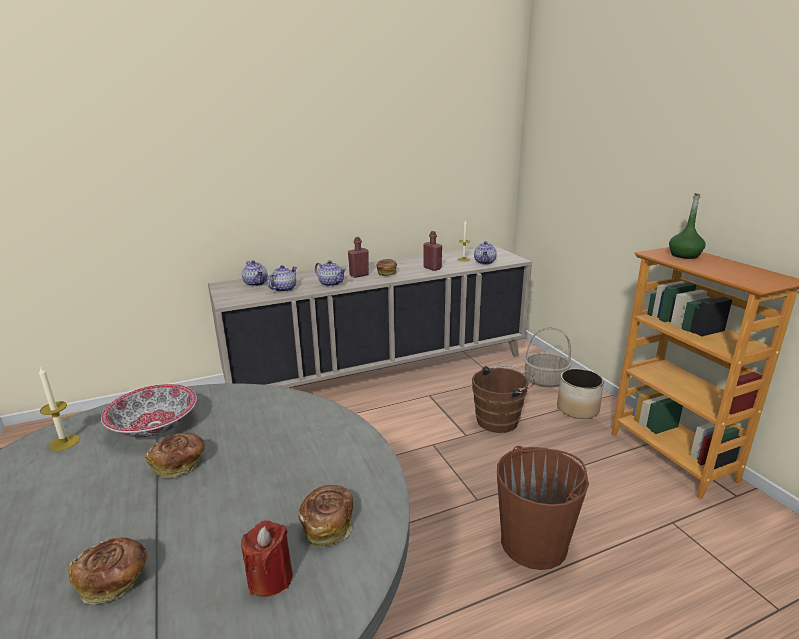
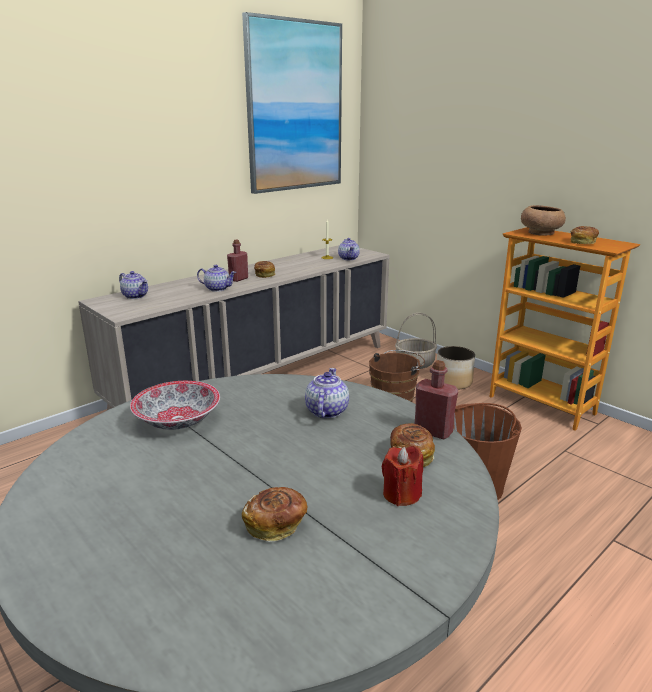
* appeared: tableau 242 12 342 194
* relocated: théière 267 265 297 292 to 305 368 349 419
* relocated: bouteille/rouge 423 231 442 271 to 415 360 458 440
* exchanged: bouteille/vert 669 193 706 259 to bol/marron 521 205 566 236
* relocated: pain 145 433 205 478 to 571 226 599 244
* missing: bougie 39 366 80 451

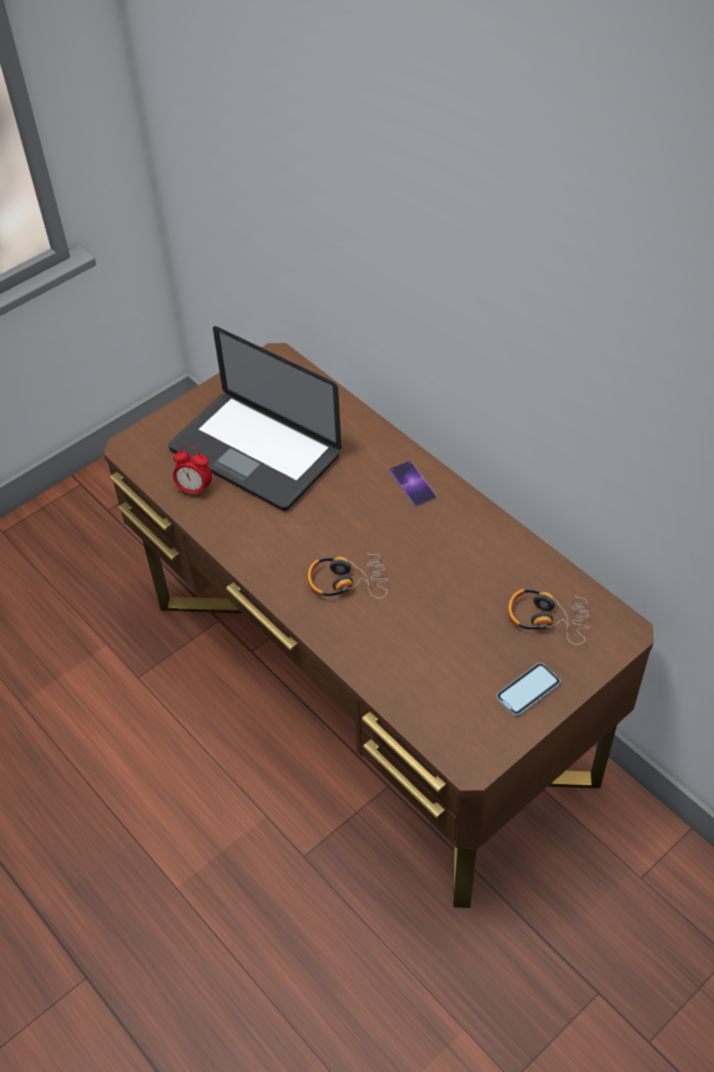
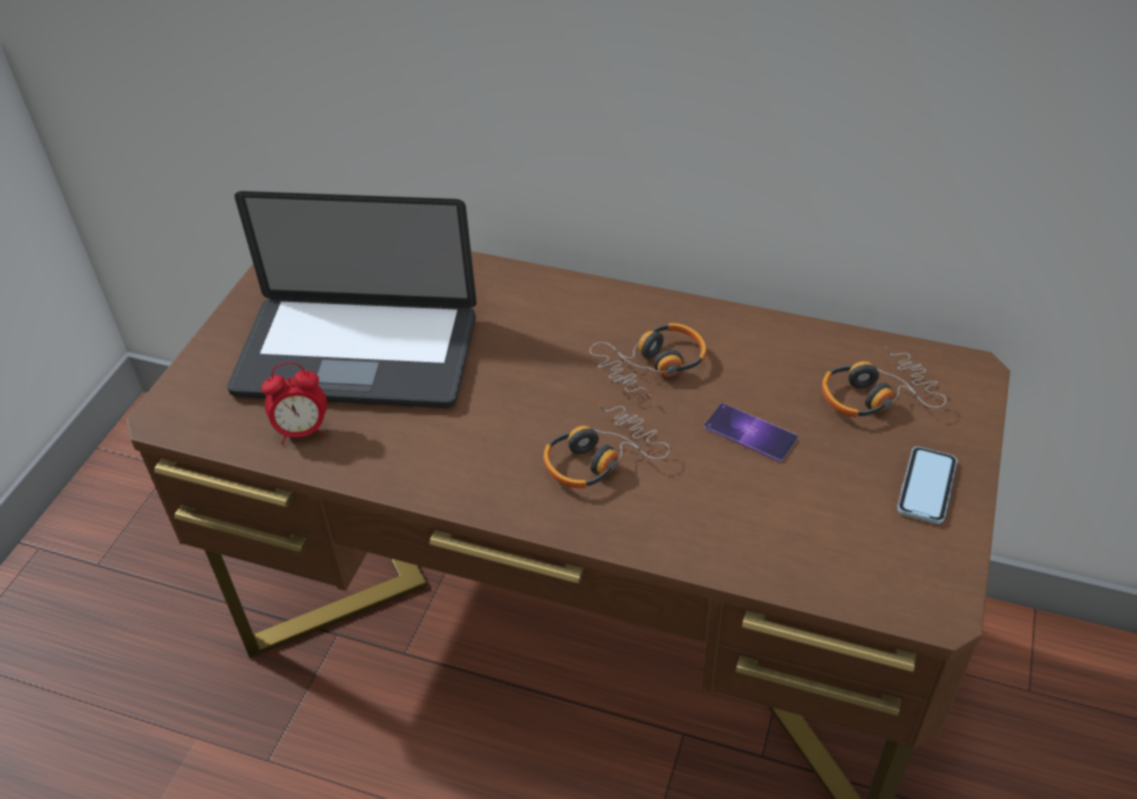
* appeared: casque audio 590 323 706 397
* relocated: téléphone 389 461 436 507 to 704 403 798 462

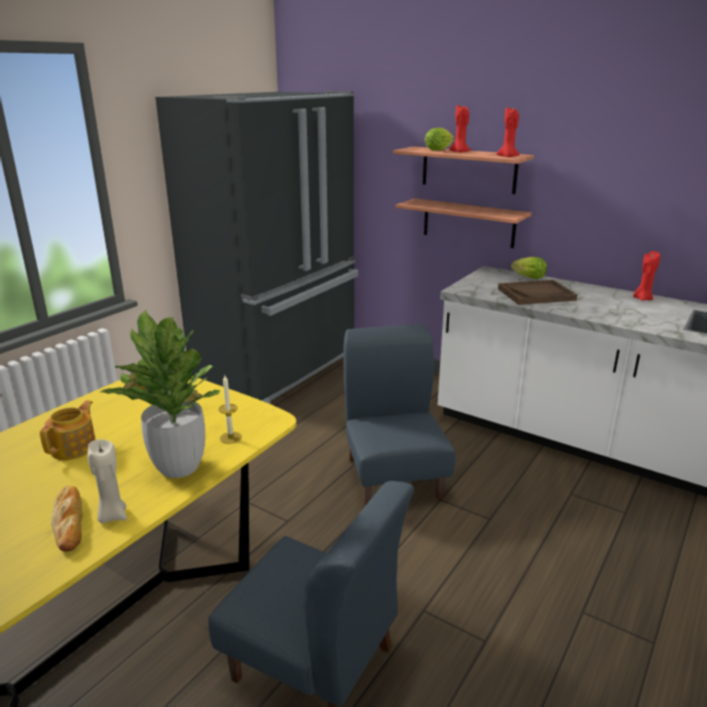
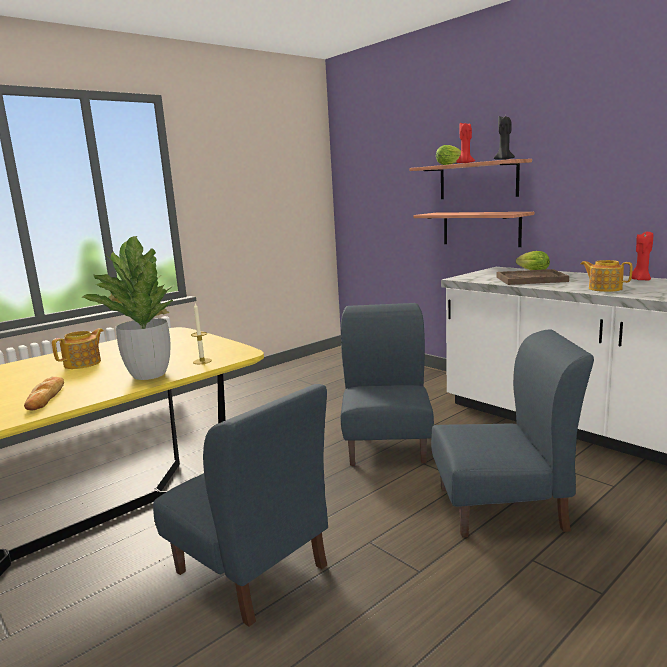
* appeared: chaise/bleu 431 329 594 538
* colour: bougie/rouge 497 107 520 157 to bougie/noir 494 116 515 160
* appeared: théière 580 260 632 292
* missing: bougie/beige 87 439 127 524
* missing: réfrigérateur/noir 155 91 358 404

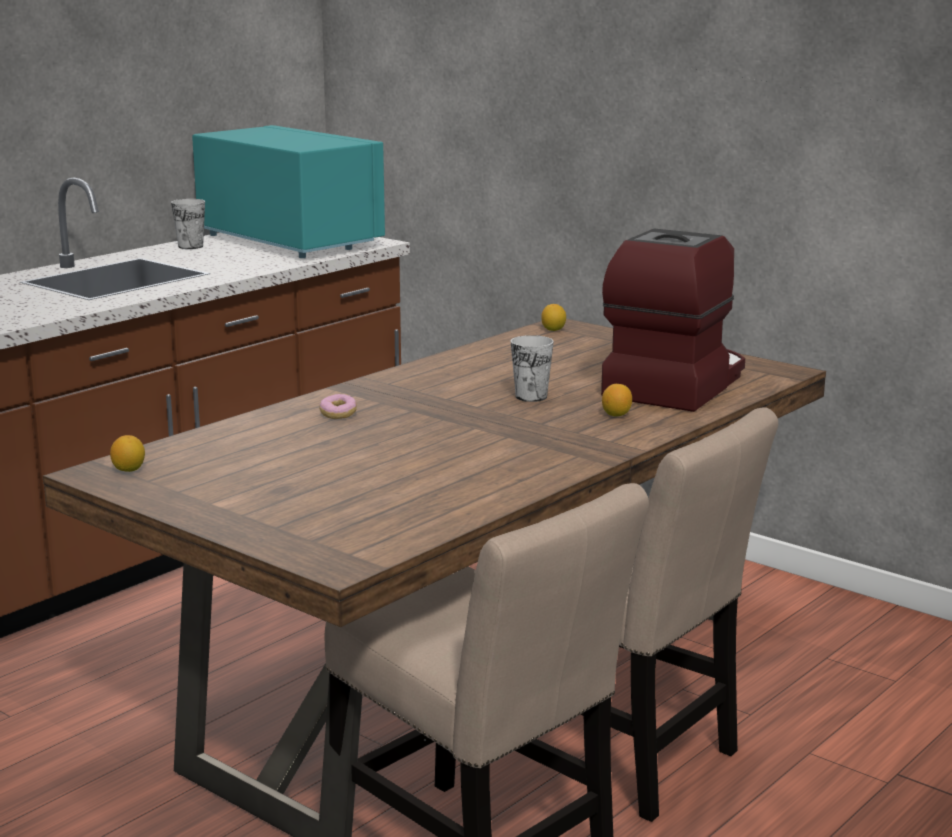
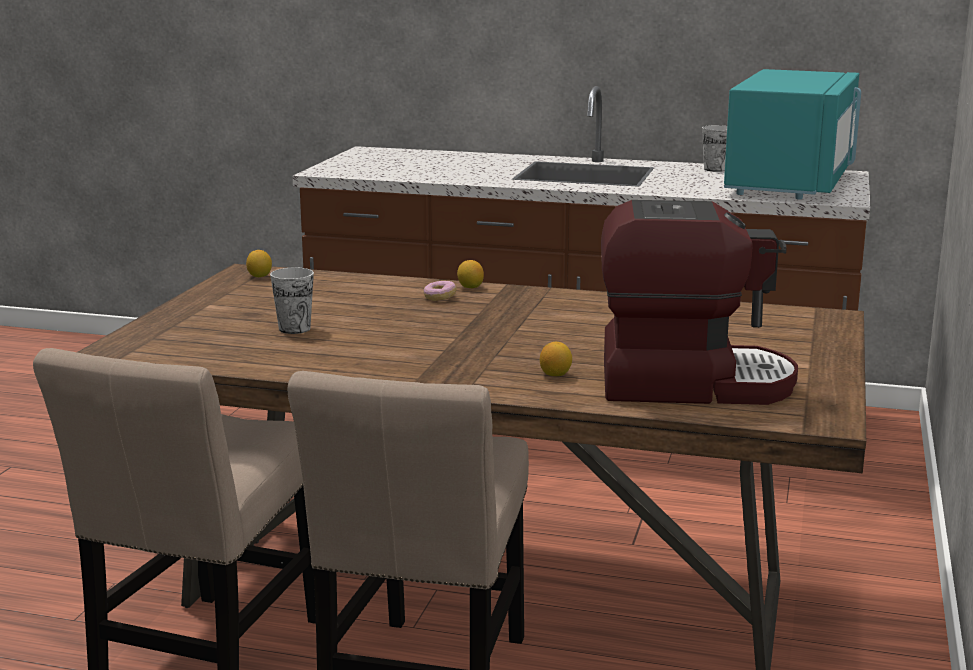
* relocated: tasse 511 335 554 402 to 270 268 314 334
* relocated: citron 541 304 566 331 to 457 260 484 288

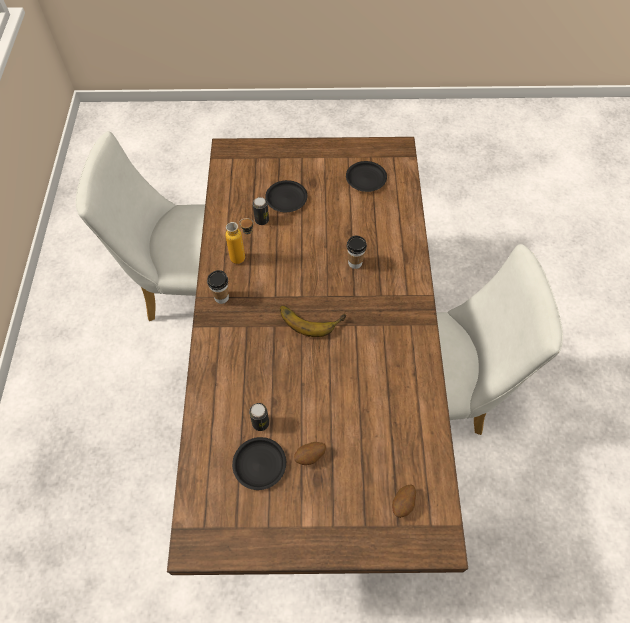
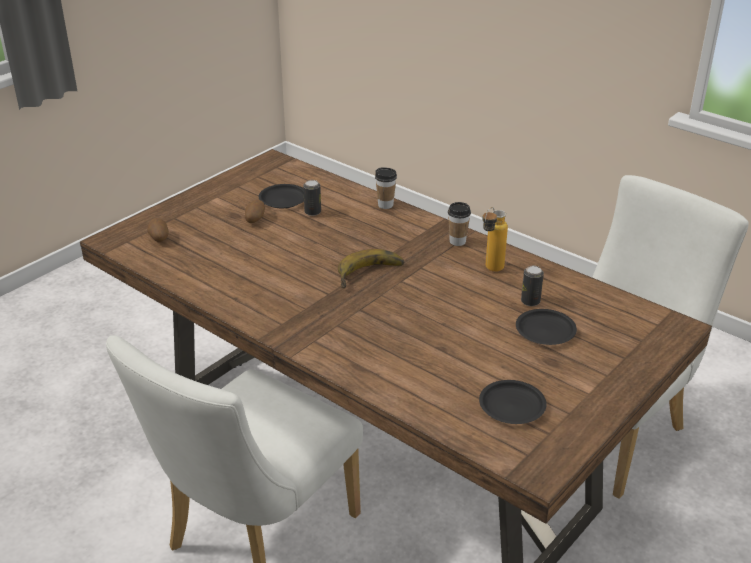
* relocated: tasse 347 236 367 269 to 375 167 397 209

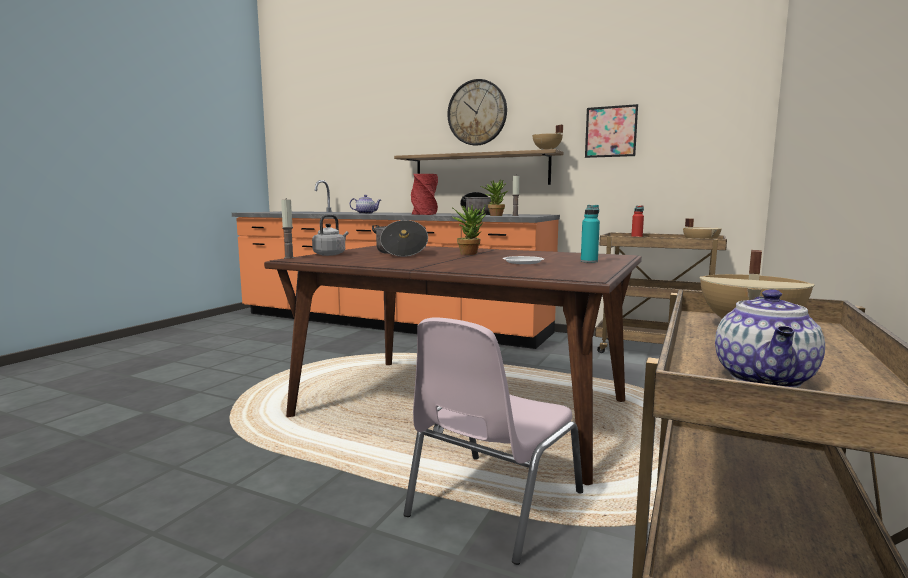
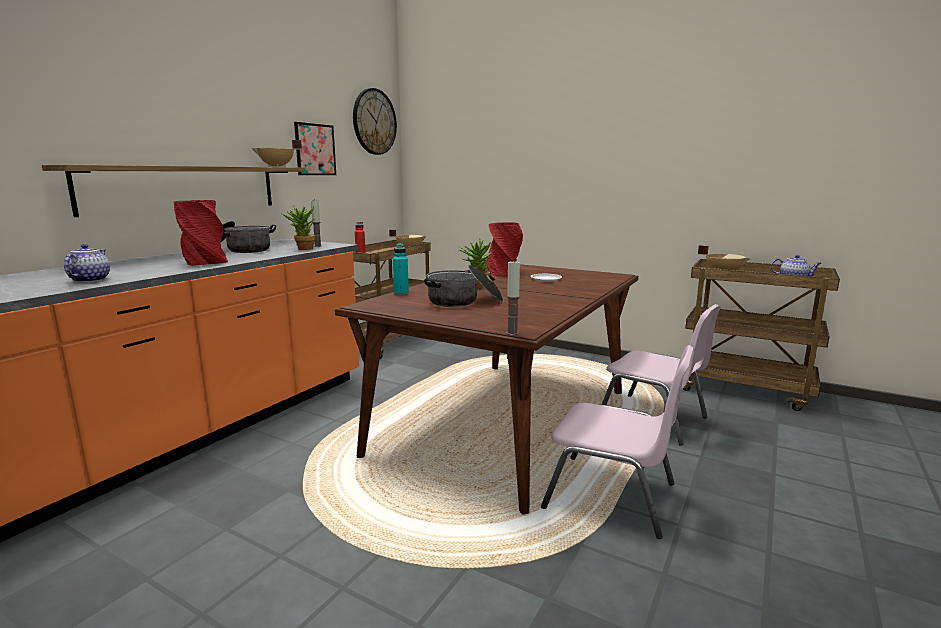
* relocated: horloge murale 447 79 507 145 to 353 88 397 155
* relocated: bouteille/turquoise 581 205 600 263 to 393 243 409 295
* appeared: vase/rouge 487 222 523 277
* appeared: chaise/rose 541 345 694 539
* missing: bouilloire/gris 312 214 348 256

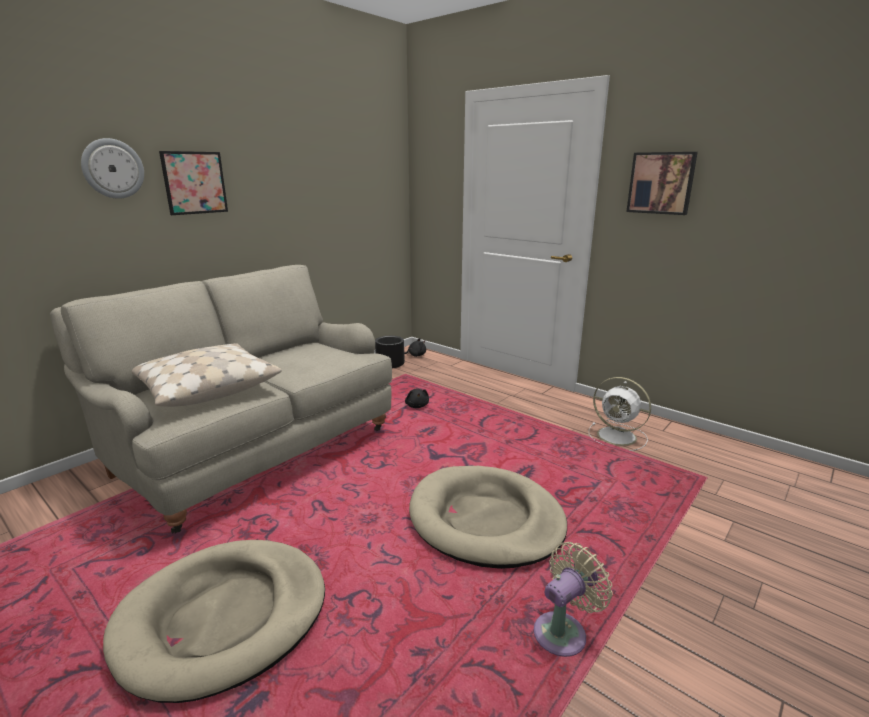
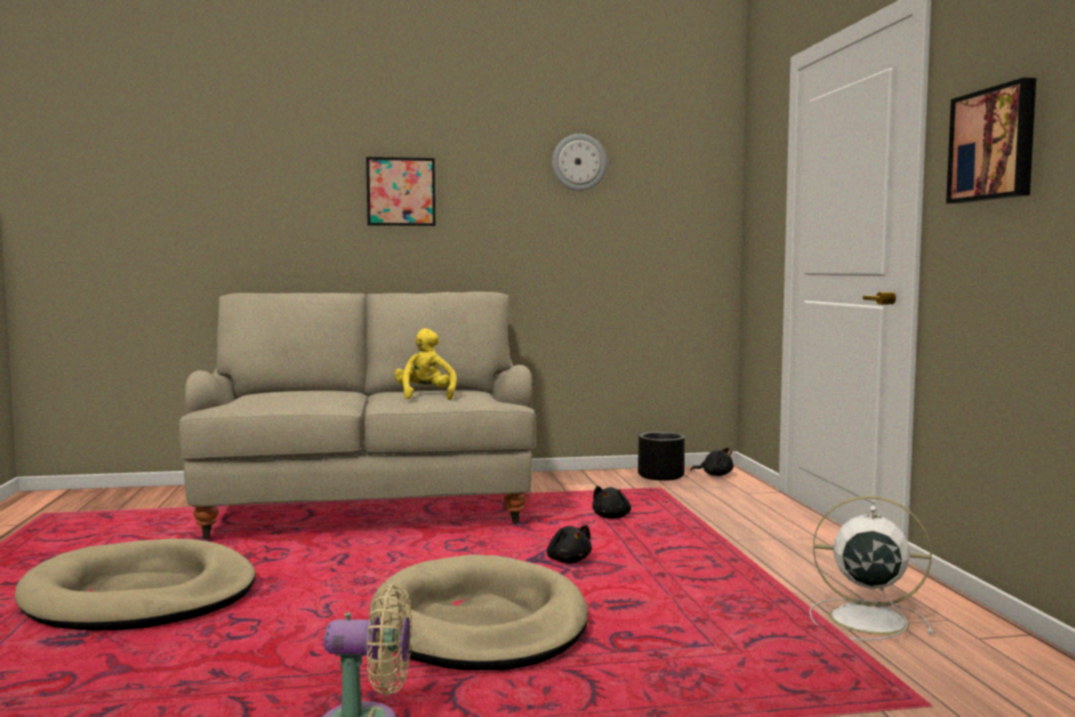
* appeared: peluche/jaune 394 328 457 400
* appeared: peluche/noir 547 525 592 563
* relocated: horloge murale 81 138 144 199 to 552 134 607 191
* spun: ventilateur/blanc 589 377 651 451 = 809 496 934 641 120 degrees clockwise
* missing: coussin/beige 132 343 282 407

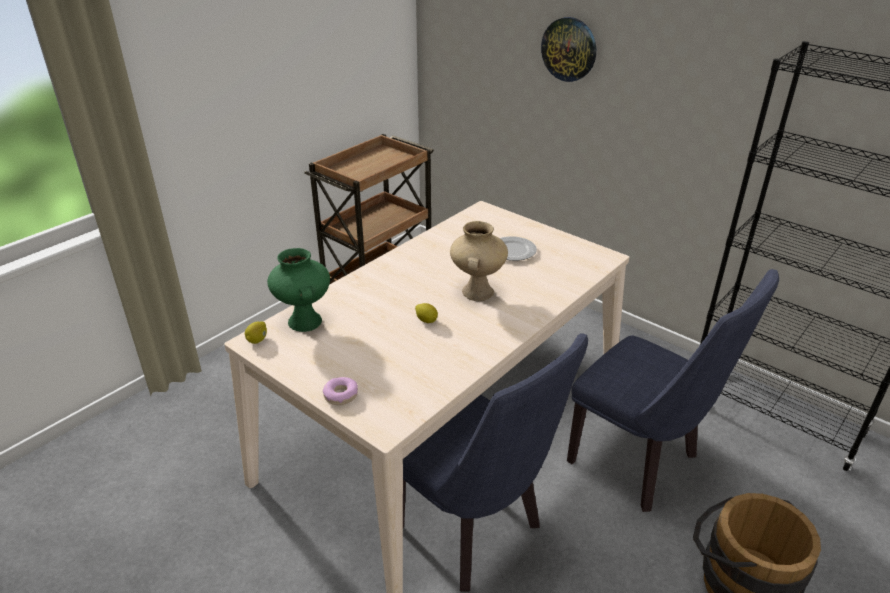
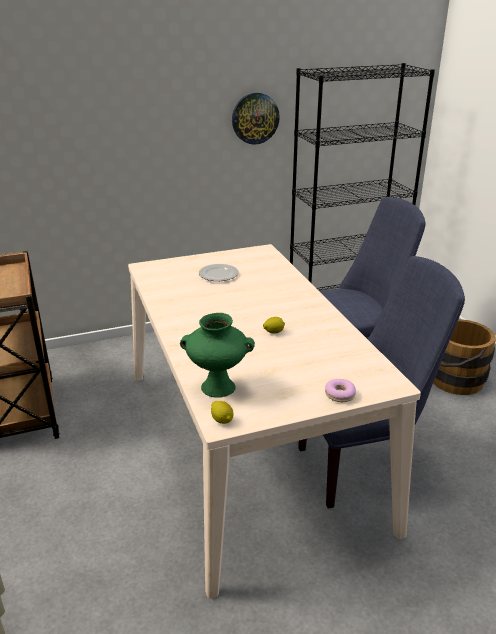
* relocated: horloge murale 541 17 596 82 to 232 93 280 145
* missing: vase/beige 450 221 508 301

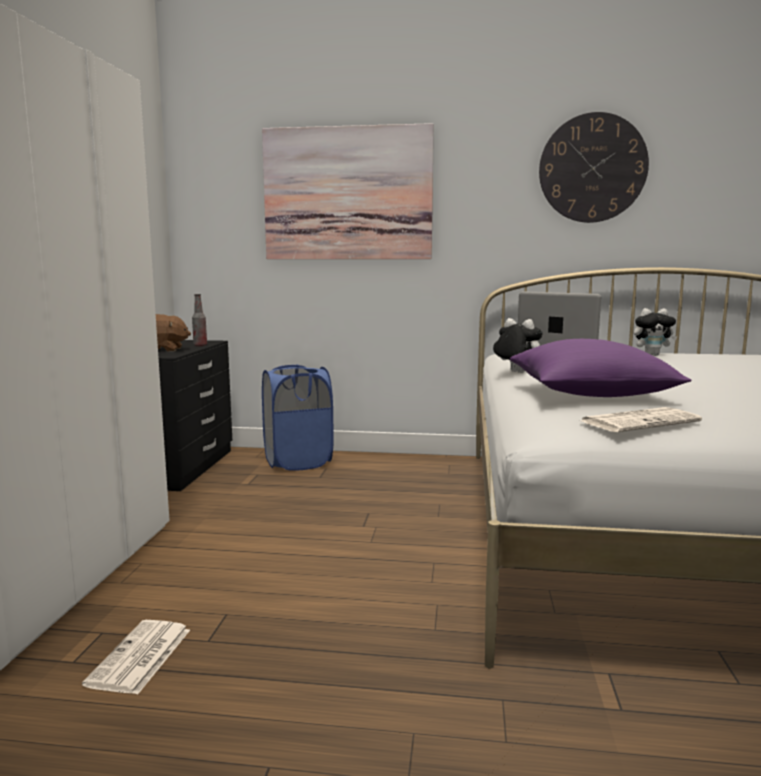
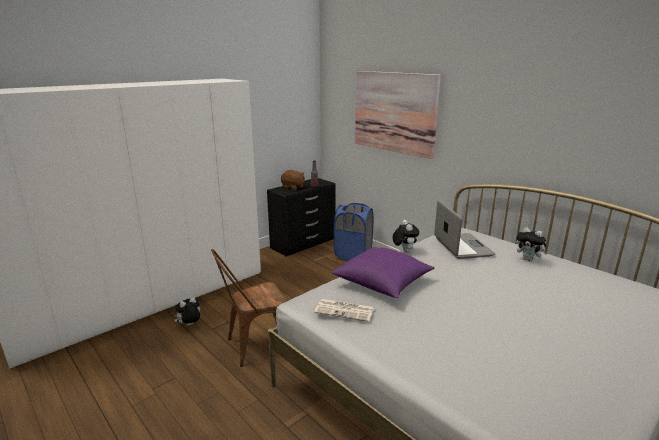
* exchanged: journal 82 620 190 695 to peluche 175 297 200 326
* appeared: chaise/marron 211 249 287 367
* missing: horloge murale 539 112 649 223

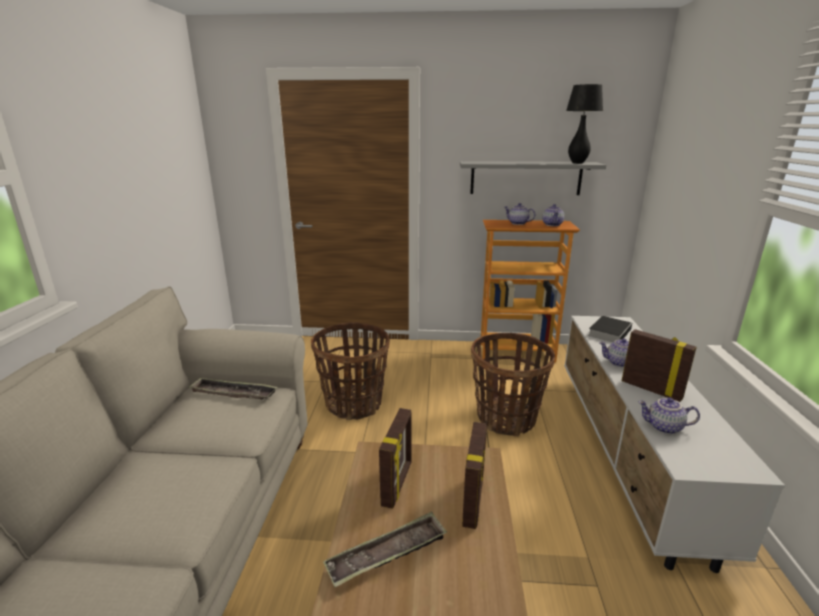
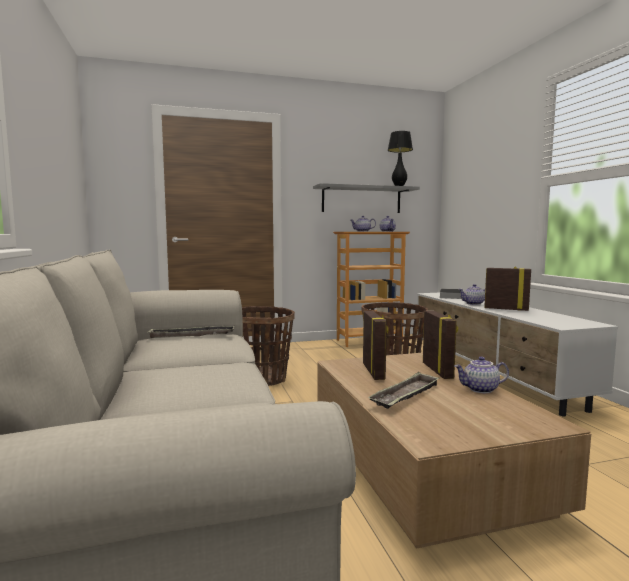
* relocated: théière 638 397 700 434 to 454 356 509 393

